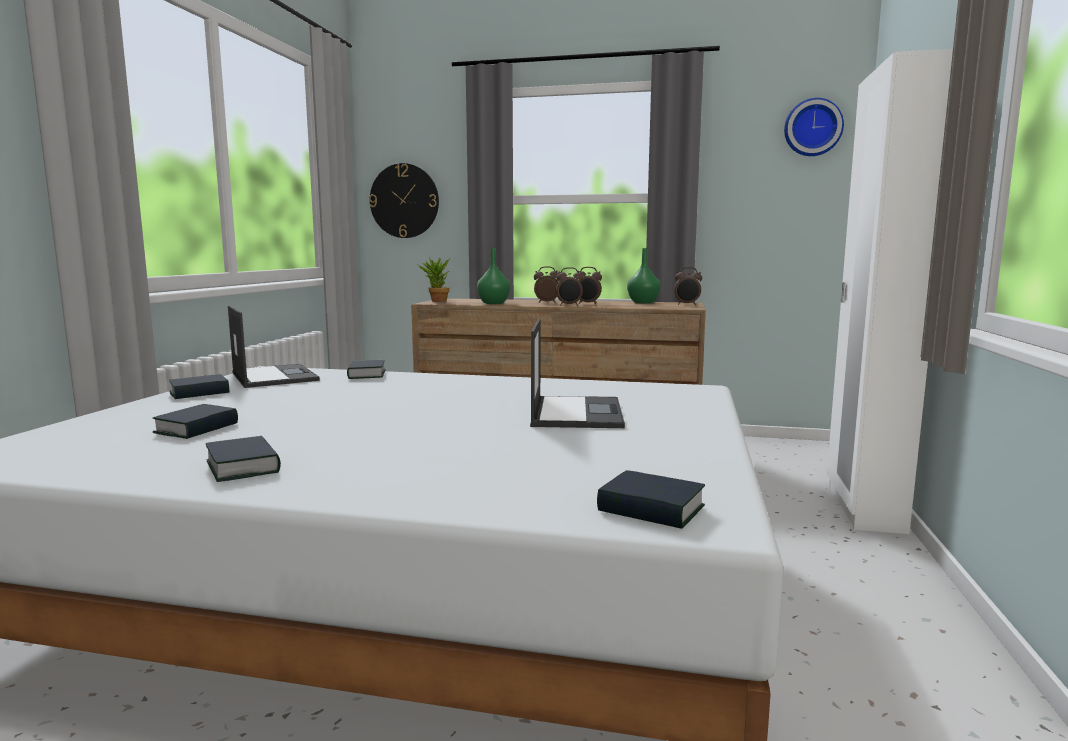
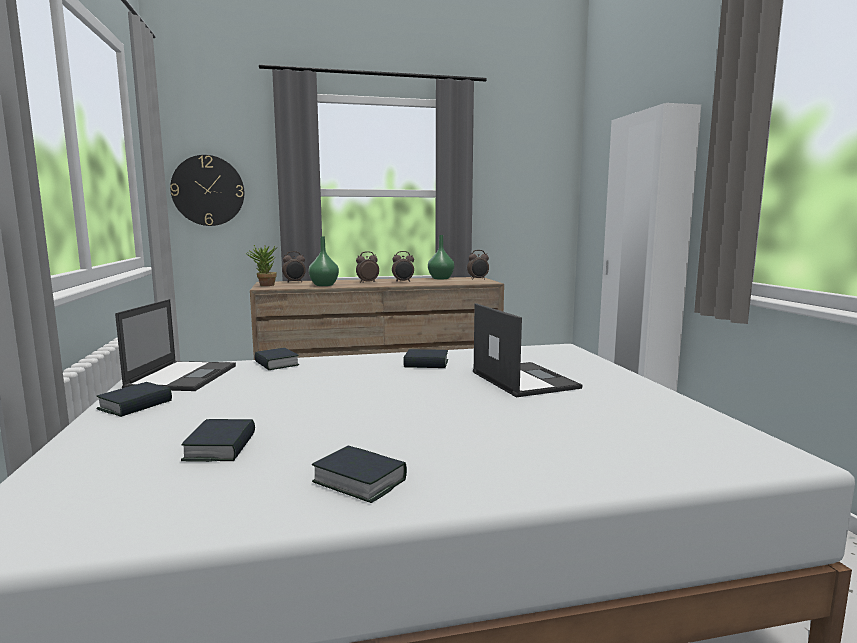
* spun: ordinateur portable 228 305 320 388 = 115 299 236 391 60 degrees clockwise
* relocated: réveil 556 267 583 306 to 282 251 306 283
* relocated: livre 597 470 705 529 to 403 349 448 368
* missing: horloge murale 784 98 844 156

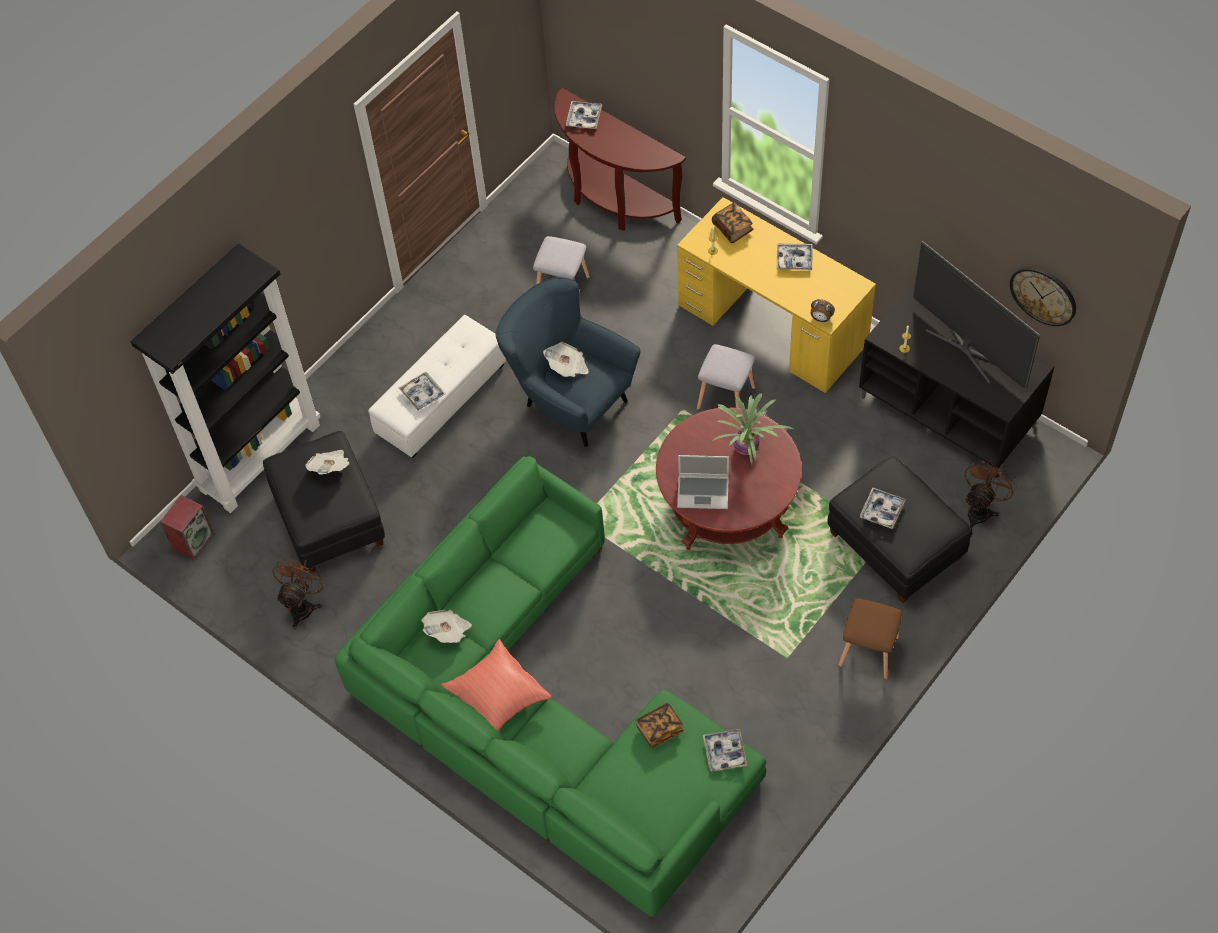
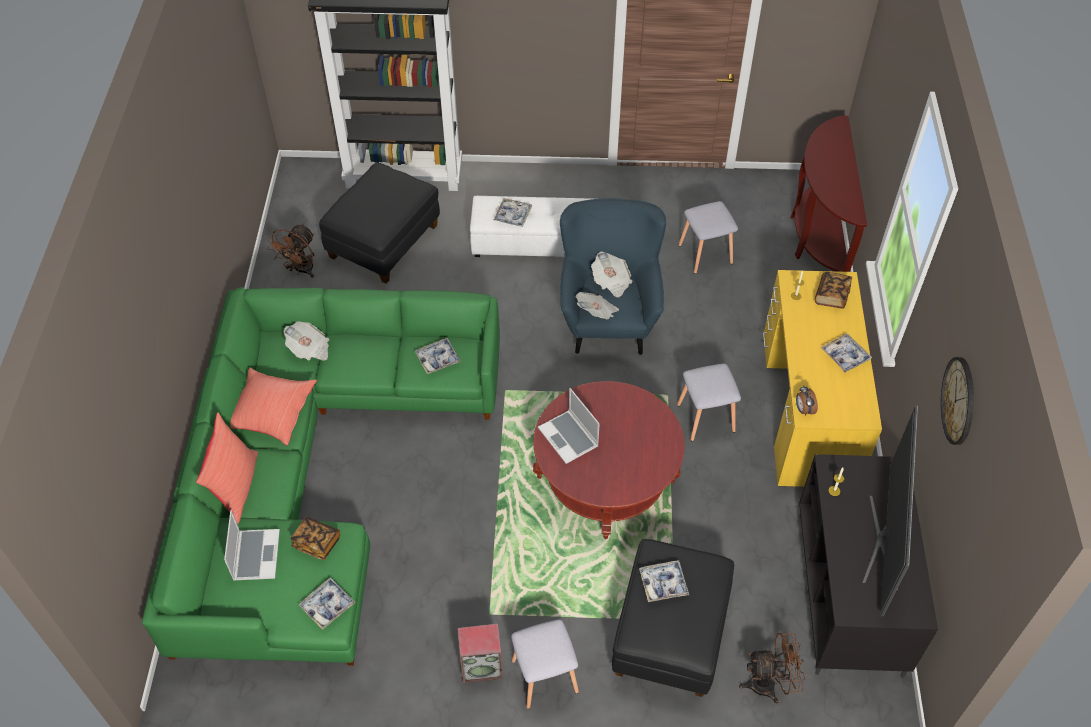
* appeared: coussin/rouge 196 412 258 524
* appeared: ordinateur portable 224 510 280 581
* spun: ventilateur/marron 272 556 326 629 = 267 223 314 278 135 degrees clockwise
* relocated: plateau 566 101 602 129 to 415 338 461 374
* relocated: enceinte 160 495 215 561 to 457 623 503 683
* colour: tabouret/marron 839 598 902 680 to tabouret/gris 511 619 579 709
* relocated: journal 305 450 350 474 to 576 292 619 320
* relocated: horloge murale 1010 267 1076 326 to 941 357 974 445
* missing: plante en pot 712 393 793 465

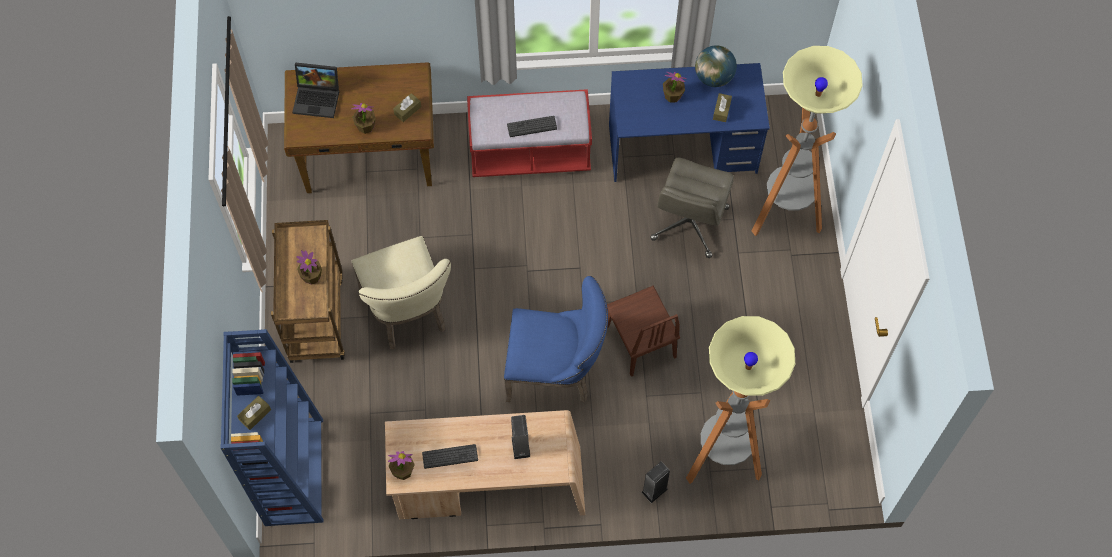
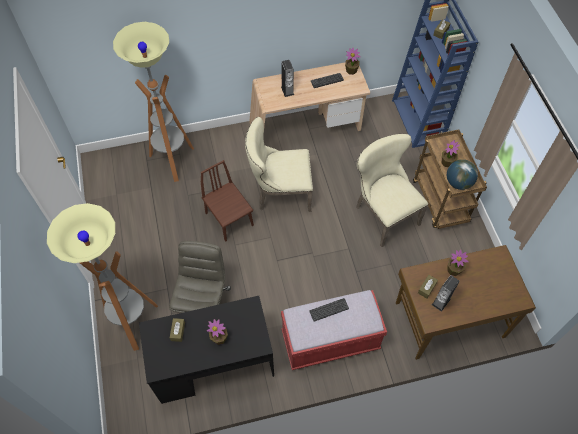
* colour: bureau/bleu 609 63 770 182 to bureau/noir 139 296 274 404
* colour: chaise/bleu 504 276 608 403 to chaise/beige 245 117 313 212
* relocated: enceinte 641 462 670 503 to 432 275 460 312
* relocated: globe 695 45 737 87 to 447 159 478 190
* missing: ordinateur portable 292 62 339 118

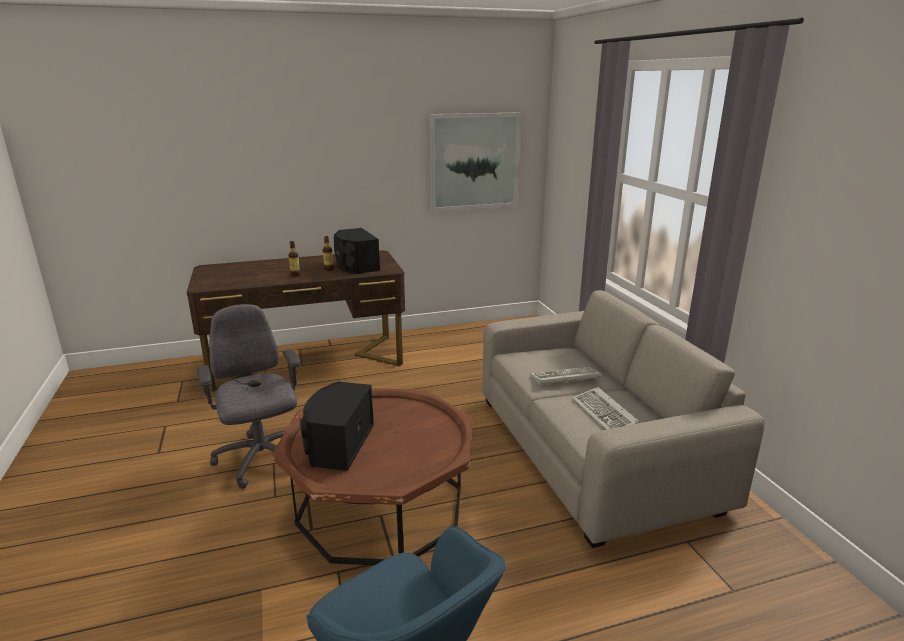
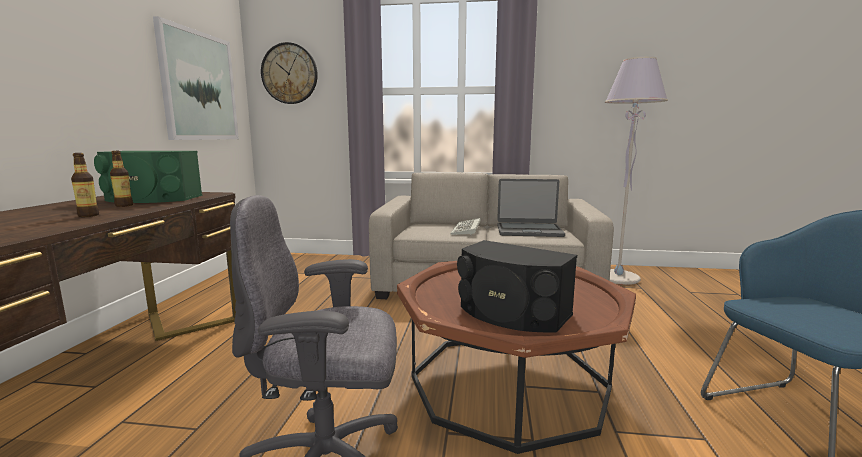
* colour: enceinte/noir 334 228 380 274 to enceinte/vert 94 151 202 203
* appeared: horloge murale 261 42 318 104
* exchanged: clavier 572 387 640 430 to ordinateur portable 497 179 565 237
* appeared: lampadaire/gris 605 56 668 285

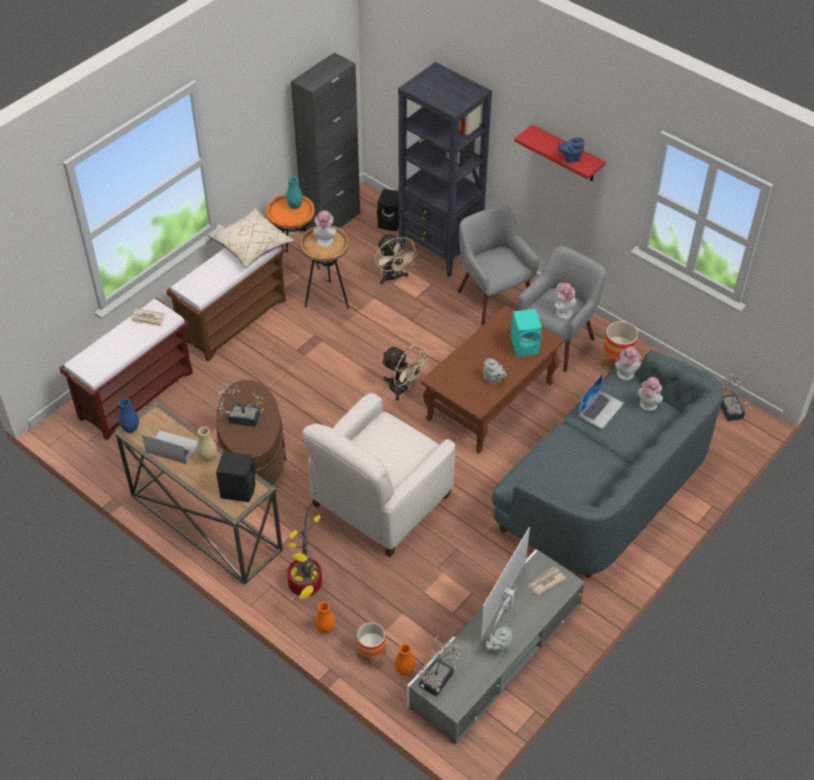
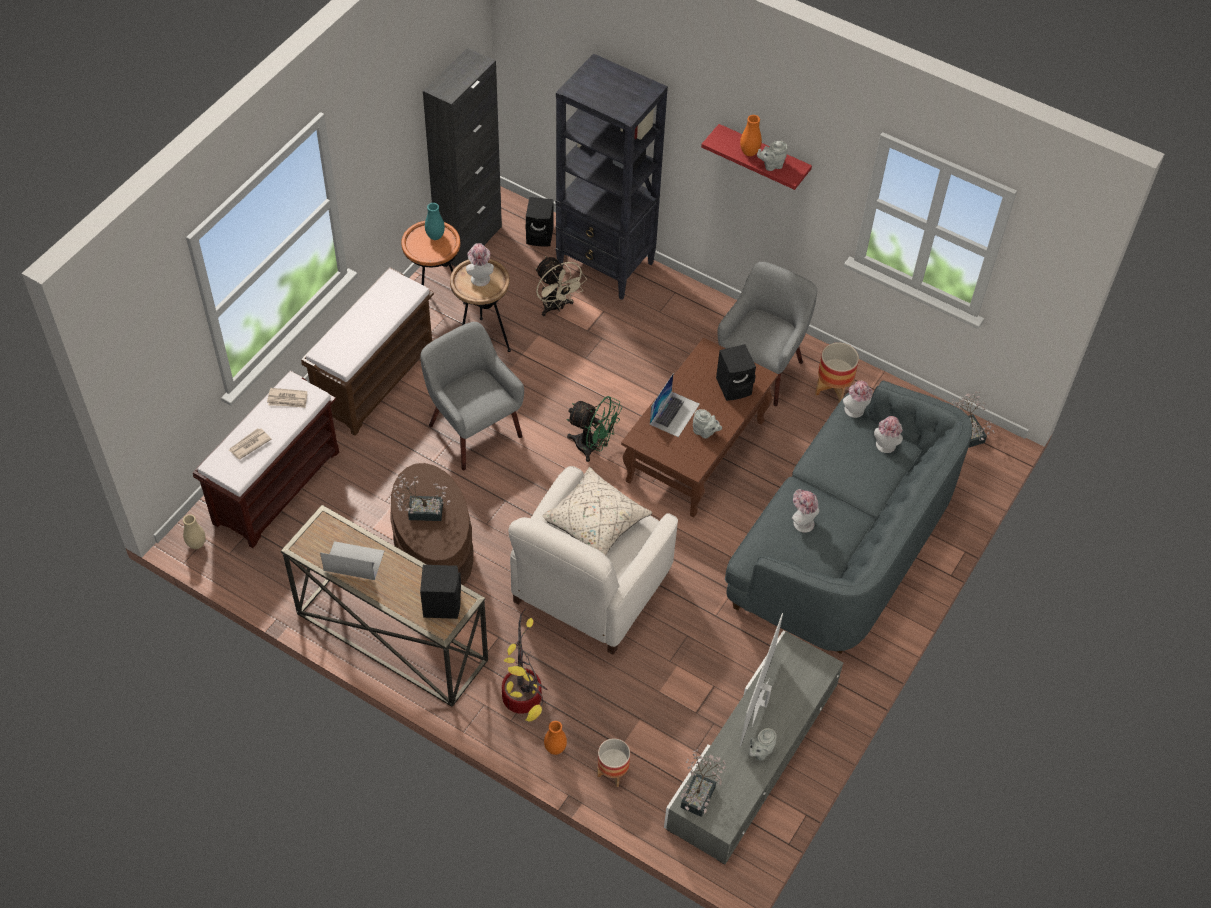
* relocated: vase/beige 197 427 217 462 to 183 514 206 549
* relocated: journal 527 567 566 596 to 229 428 271 459
* relocated: fauteuil/gris 458 205 539 326 to 420 322 524 471
* relocated: coussin/beige 207 208 294 268 to 542 467 652 556
* colour: ventilateur/beige 381 344 429 401 to ventilateur/vert 567 396 622 462
* relocated: ordinateur portable 578 373 624 429 to 650 374 700 437
* colour: enceinte/turquoise 511 309 542 356 to enceinte/noir 716 344 756 401
* relocated: vase/orange 395 644 415 676 to 740 115 762 156
* colour: théière/bleu 558 137 585 163 to théière/gris 757 141 788 171
* relocated: chapeau 554 283 577 319 to 792 489 819 533
* missing: vase/bleu 119 398 139 433

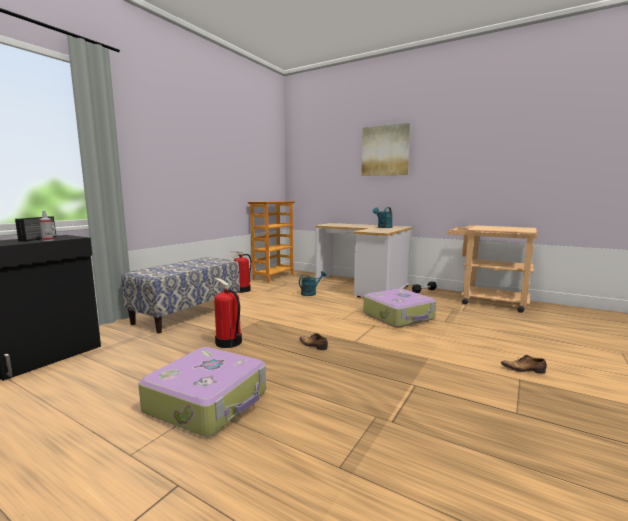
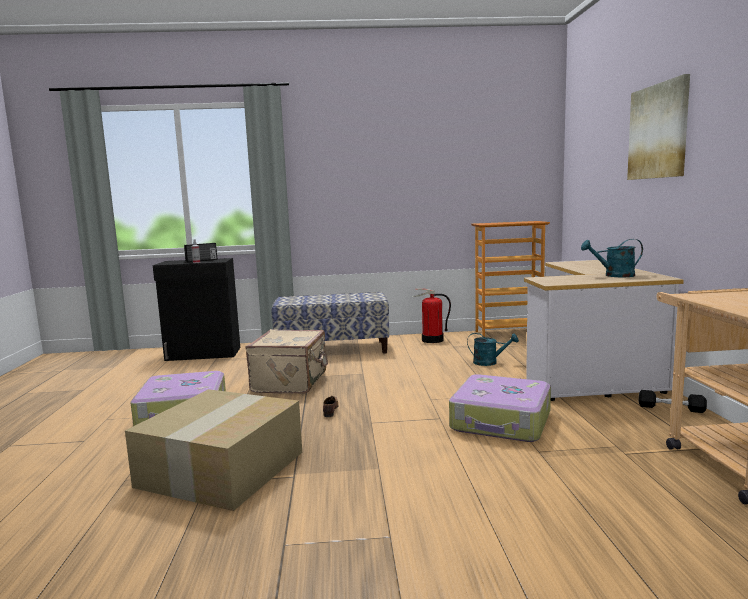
* appeared: carton 125 389 302 511
* exchanged: extincteur 213 278 242 348 to valise/beige 245 329 328 394
* missing: chaussure 501 355 547 373

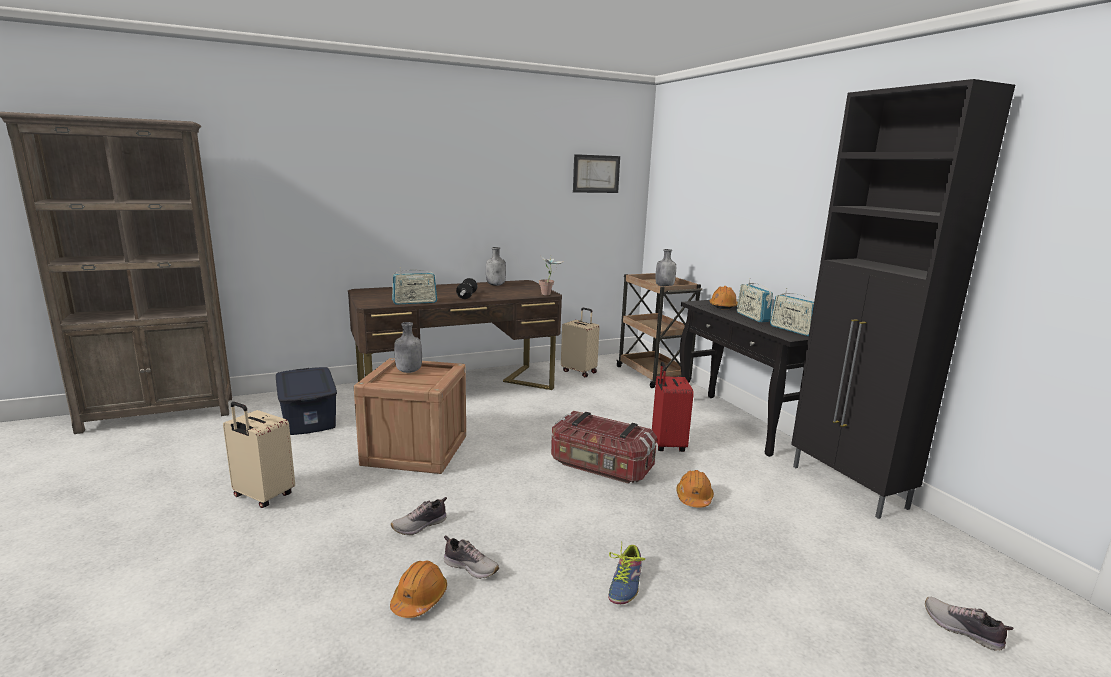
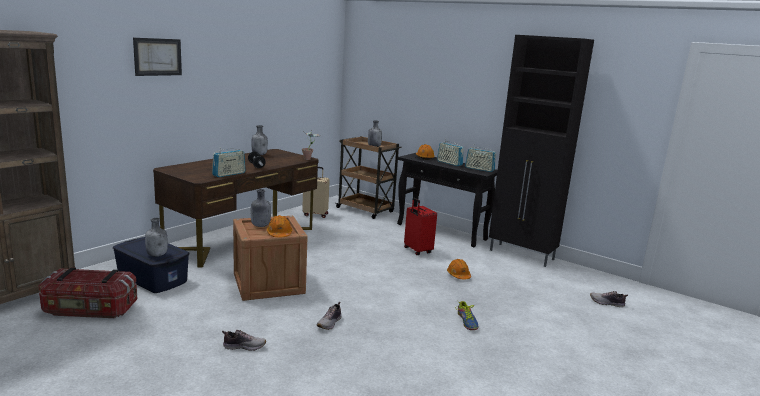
* relocated: boîte de rangement 551 411 657 484 to 38 267 137 318
* relocated: tableau 573 154 620 193 to 133 38 182 76
* appeared: bouteille/gris 145 218 168 257
* relocated: chaussure 444 535 499 579 to 222 330 266 351
* relocated: casque de chantier/orange 390 561 447 618 to 267 215 292 237
* missing: valise/beige 223 402 295 508

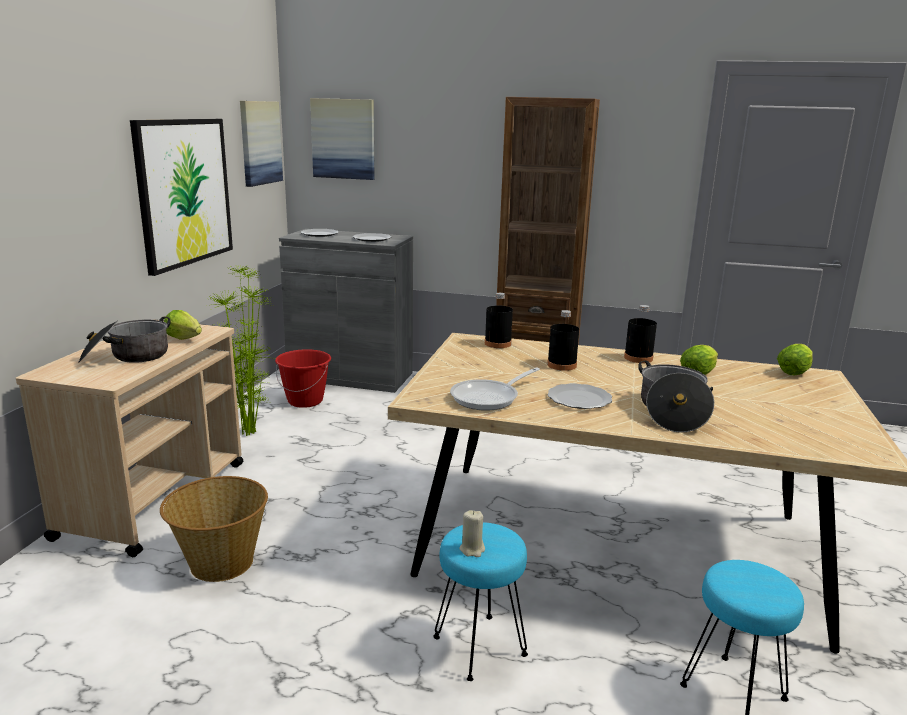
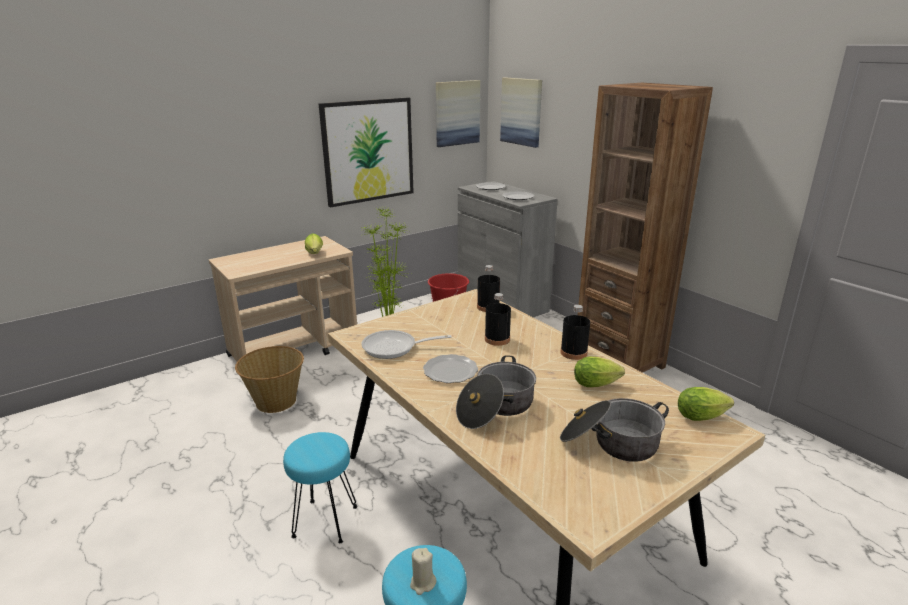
* relocated: bougie/beige 460 510 485 557 to 410 548 437 595
* relocated: marmite 79 316 171 363 to 560 398 669 462

